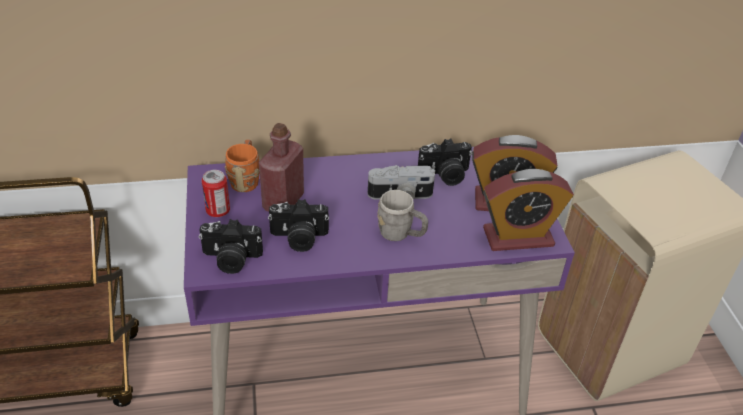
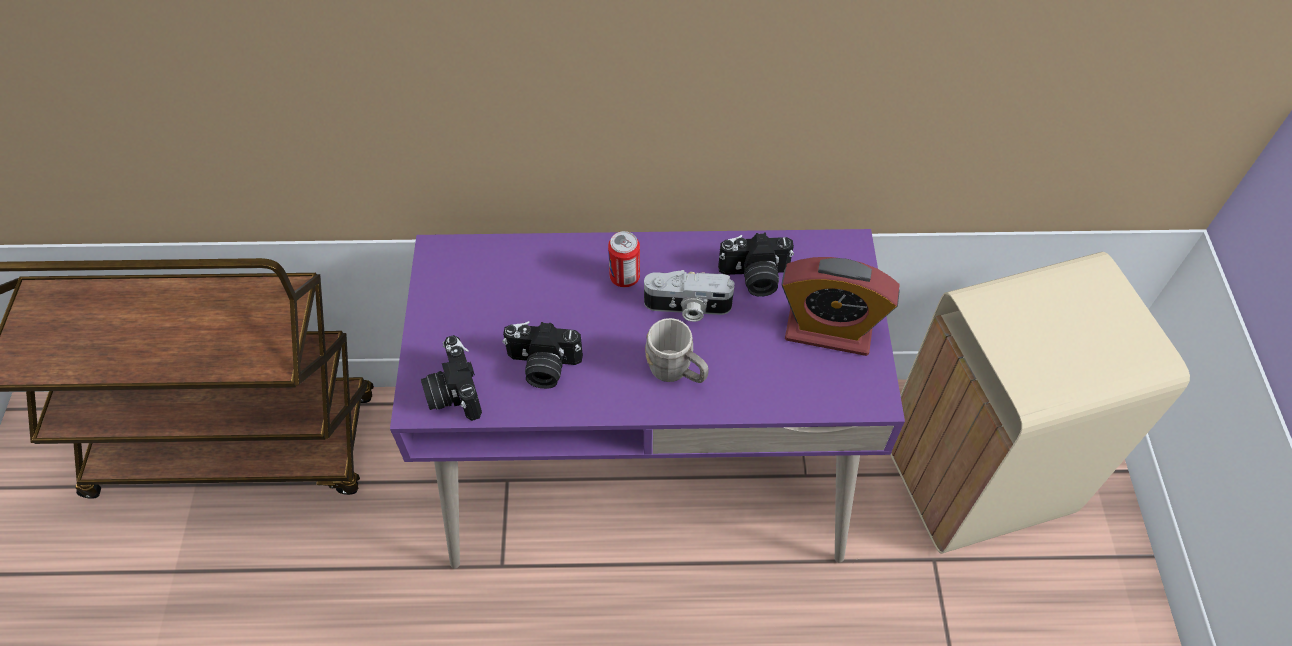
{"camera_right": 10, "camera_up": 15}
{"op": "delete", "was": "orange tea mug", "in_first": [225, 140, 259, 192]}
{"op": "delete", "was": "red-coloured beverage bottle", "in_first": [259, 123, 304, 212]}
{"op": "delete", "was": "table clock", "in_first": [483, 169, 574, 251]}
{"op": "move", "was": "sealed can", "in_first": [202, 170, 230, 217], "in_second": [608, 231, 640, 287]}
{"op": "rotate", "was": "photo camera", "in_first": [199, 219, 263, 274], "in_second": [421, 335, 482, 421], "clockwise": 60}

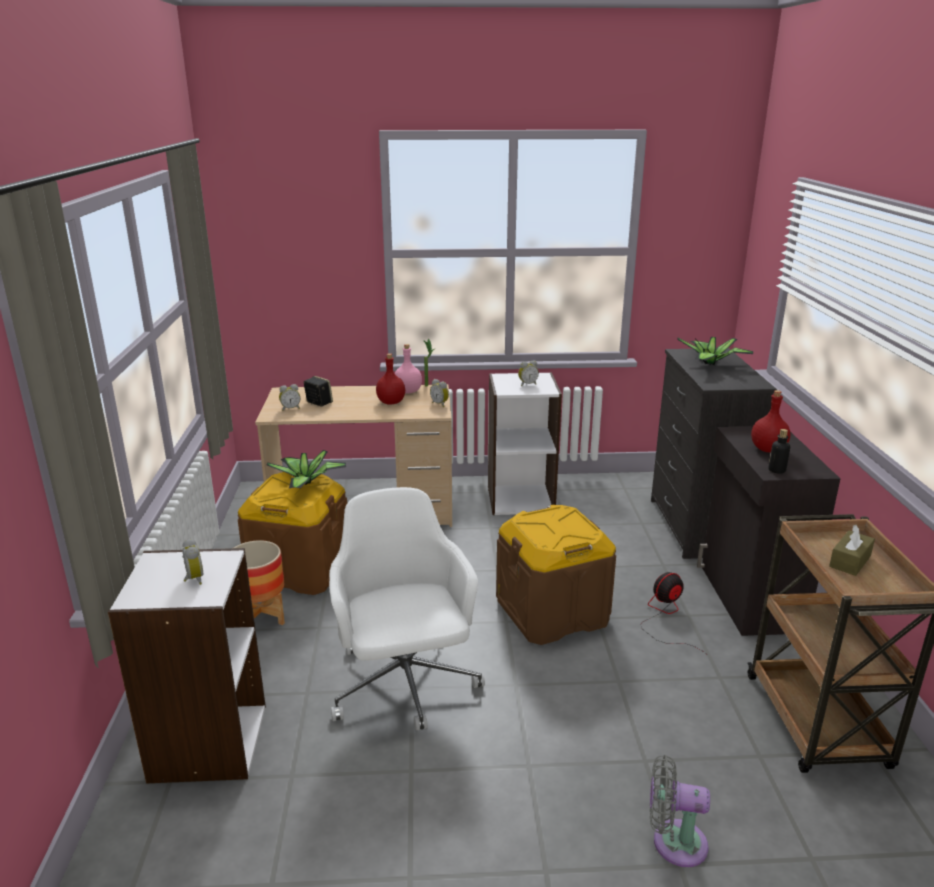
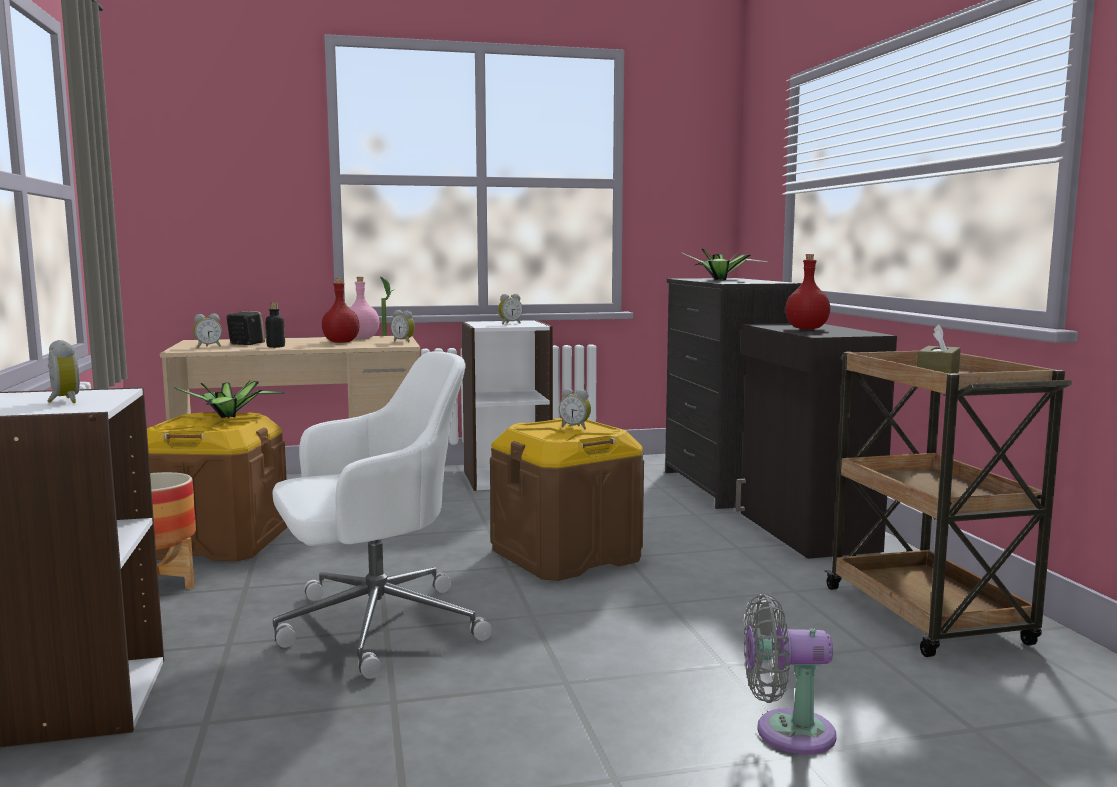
{"camera_right": -10, "camera_up": -15}
{"op": "delete", "was": "cooling fan", "in_first": [641, 572, 706, 654]}
{"op": "insert", "now": "table clock", "in_second": [559, 388, 591, 429]}
{"op": "move", "was": "beverage bottle", "in_first": [768, 429, 790, 474], "in_second": [265, 302, 285, 348]}
{"op": "rotate", "was": "white desk chair", "in_first": [329, 487, 485, 731], "in_second": [272, 351, 492, 679], "clockwise": 90}

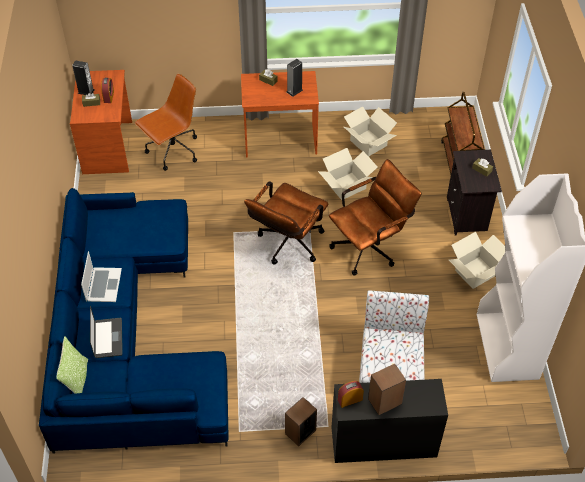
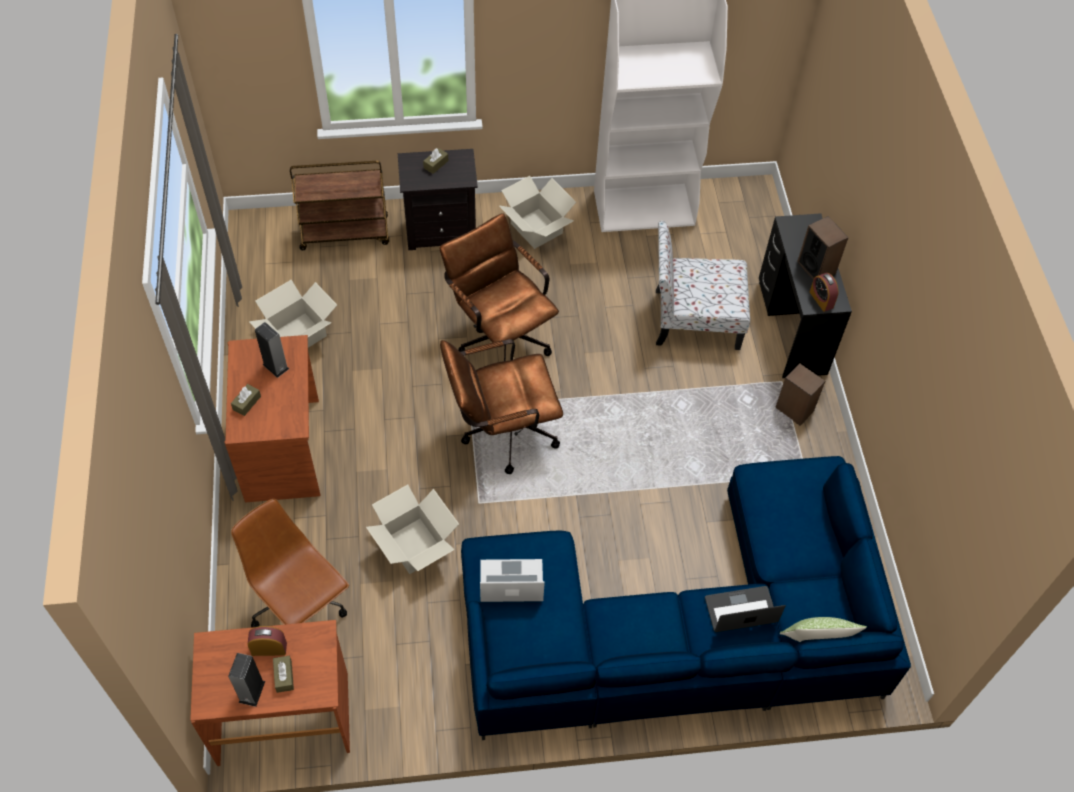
{"camera_right": -95, "camera_up": 5}
{"op": "move", "was": "portable computer", "in_first": [81, 251, 122, 302], "in_second": [480, 559, 545, 602]}
{"op": "move", "was": "cardboard box", "in_first": [318, 148, 378, 200], "in_second": [366, 485, 459, 574]}
{"op": "rotate", "was": "brownish desk chair", "in_first": [244, 181, 328, 265], "in_second": [440, 339, 563, 474], "clockwise": 135}

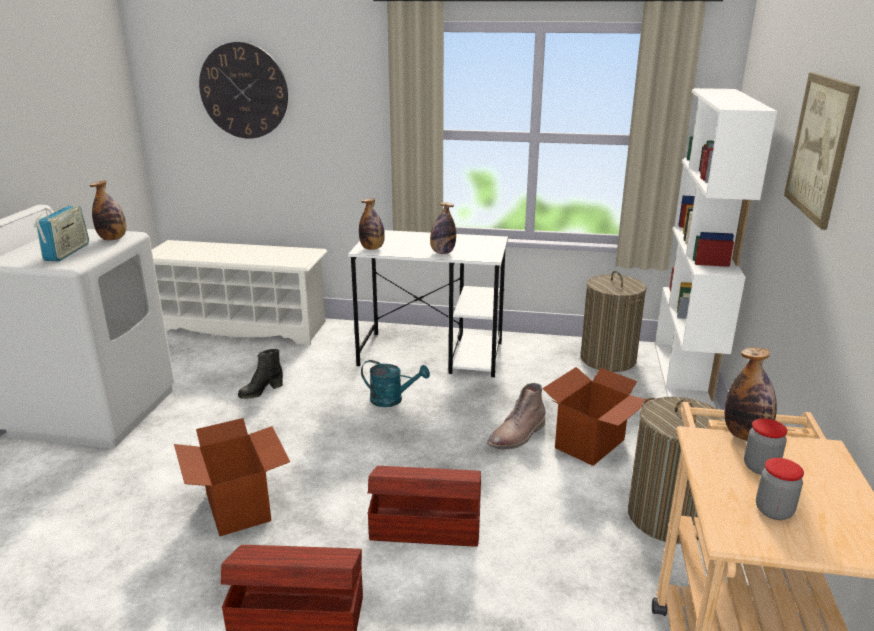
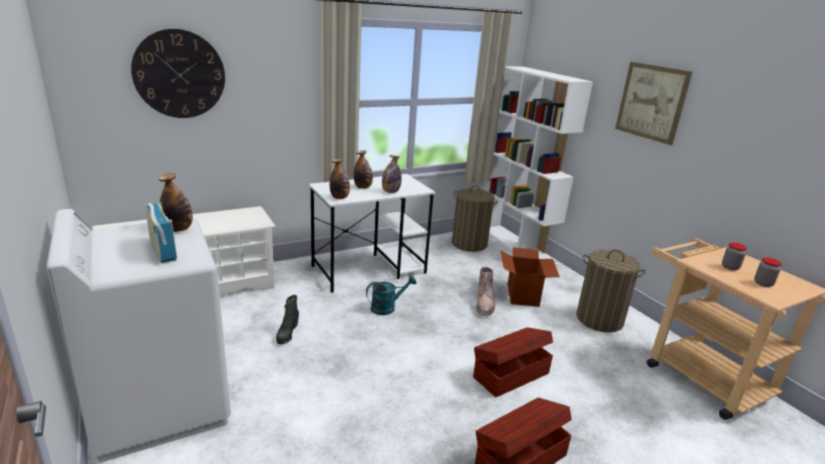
{"camera_right": -40, "camera_up": 0}
{"op": "delete", "was": "cardboard box", "in_first": [174, 418, 290, 536]}
{"op": "move", "was": "beverage bottle", "in_first": [724, 347, 777, 441], "in_second": [354, 150, 373, 189]}

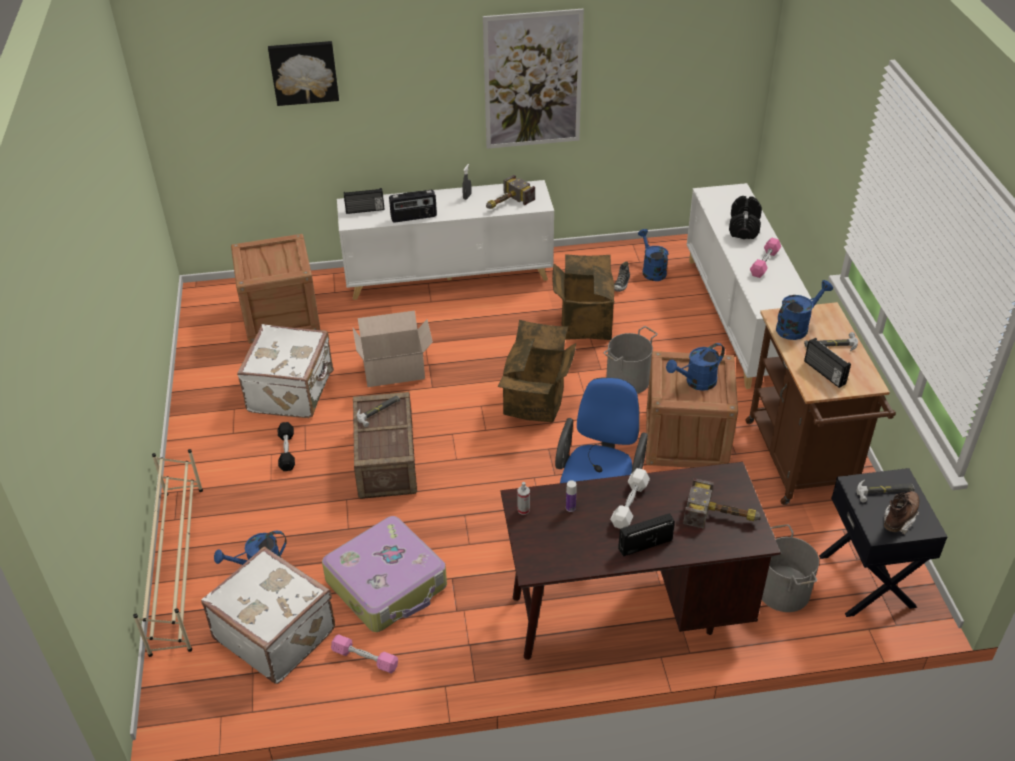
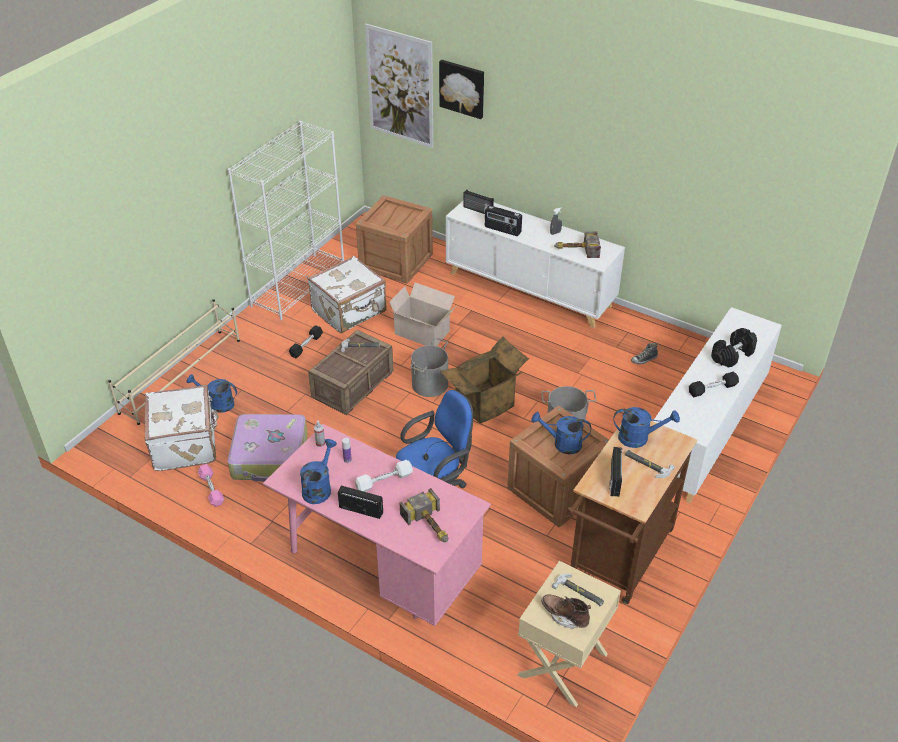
{"camera_right": 40, "camera_up": 0}
{"op": "delete", "was": "cardboard box", "in_first": [552, 254, 615, 340]}
{"op": "insert", "now": "white bookshelf", "in_second": [228, 121, 344, 320]}
{"op": "move", "was": "picture", "in_first": [483, 9, 584, 149], "in_second": [365, 24, 433, 148]}
{"op": "move", "was": "bluish sprinkling can", "in_first": [638, 229, 668, 281], "in_second": [300, 439, 337, 504]}
{"op": "move", "was": "grey water bucket", "in_first": [762, 524, 819, 612], "in_second": [410, 338, 448, 397]}
{"op": "recolor", "was": "brownish desk table", "now": "pinkish desk table", "in_first": [501, 462, 781, 660], "in_second": [263, 424, 491, 626]}
{"op": "recolor", "was": "pinkish free weight", "now": "black-coloured free weight", "in_first": [750, 238, 781, 278], "in_second": [689, 372, 739, 397]}
{"op": "recolor", "was": "black-coloured nightstand", "now": "beige-coloured nightstand", "in_first": [819, 468, 948, 617], "in_second": [518, 561, 621, 707]}
{"op": "rotate", "was": "brownish boot", "in_first": [884, 491, 919, 534], "in_second": [541, 594, 591, 629], "clockwise": -135}

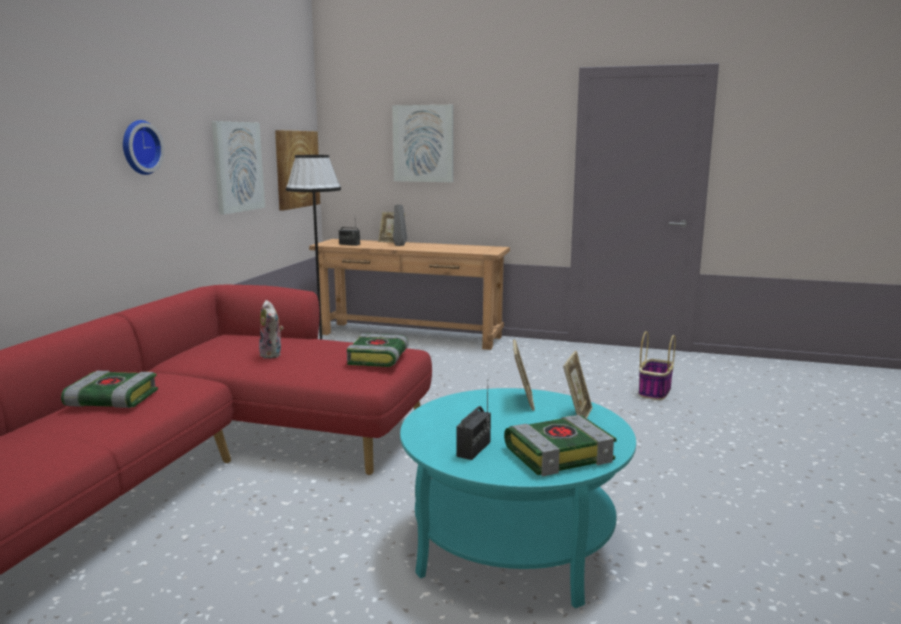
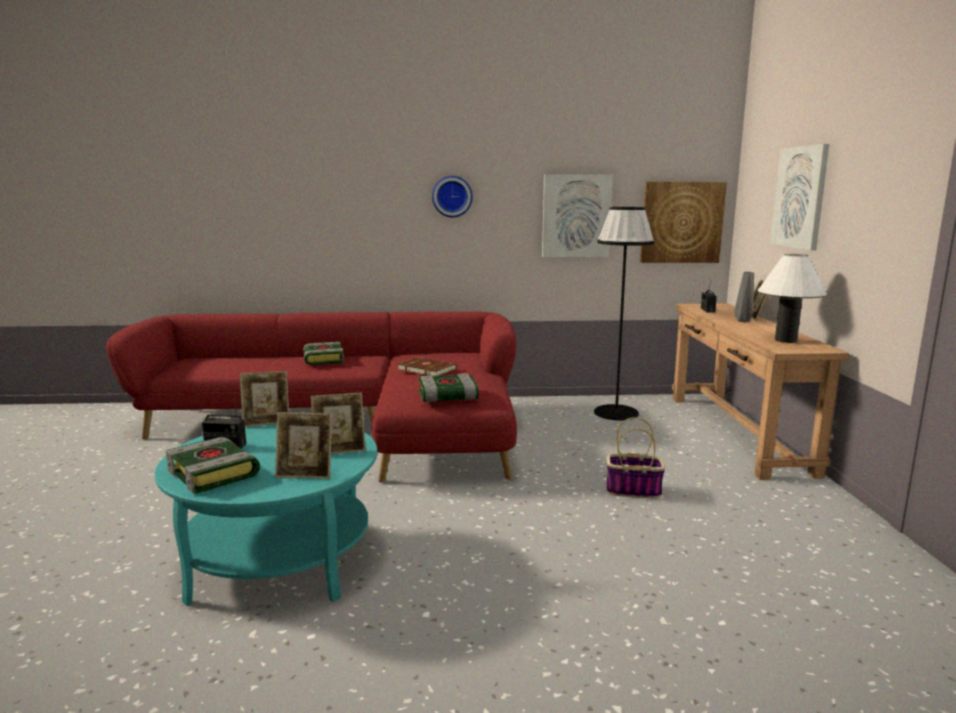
{"camera_right": 70, "camera_up": 0}
{"op": "insert", "now": "picture frame", "in_second": [240, 371, 289, 427]}
{"op": "insert", "now": "white table lamp", "in_second": [757, 254, 827, 343]}
{"op": "move", "was": "household basket", "in_first": [639, 331, 676, 400], "in_second": [606, 417, 665, 498]}
{"op": "replace", "was": "soft toy", "now": "brownish bound book", "in_first": [259, 300, 283, 359], "in_second": [398, 357, 457, 376]}

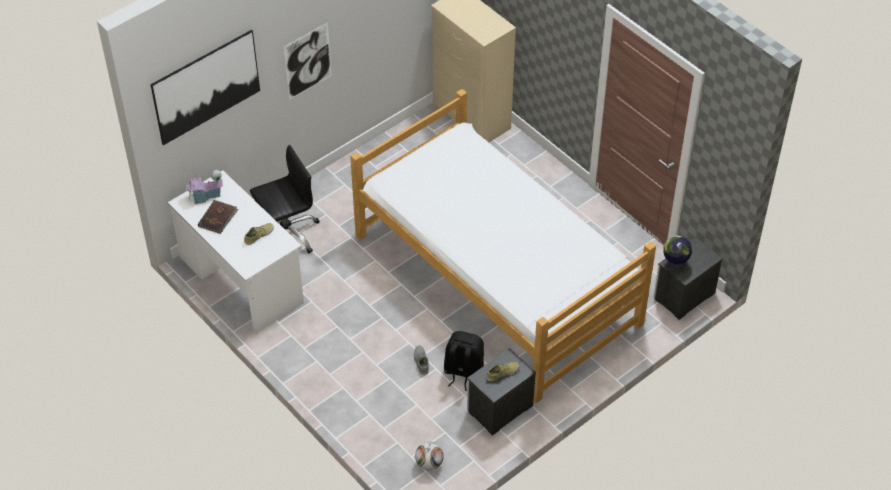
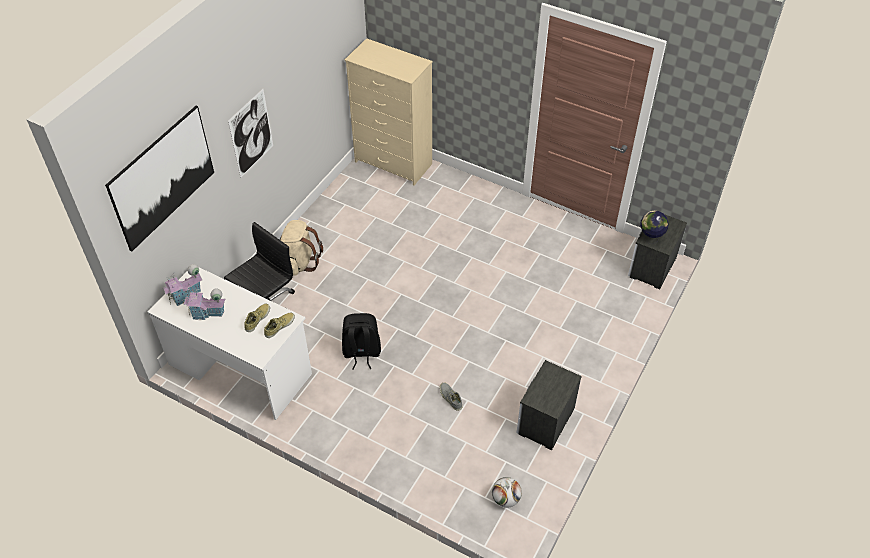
{"camera_right": -20, "camera_up": 0}
{"op": "delete", "was": "bed", "in_first": [350, 89, 656, 403]}
{"op": "insert", "now": "beige-coloured rucksack", "in_second": [280, 220, 323, 276]}
{"op": "move", "was": "black-coloured rucksack", "in_first": [444, 331, 484, 391], "in_second": [342, 313, 381, 370]}
{"op": "move", "was": "beige-coloured low shoe", "in_first": [486, 362, 519, 381], "in_second": [264, 312, 295, 338]}
{"op": "replace", "was": "brownish bound book", "now": "model house", "in_first": [198, 200, 239, 234], "in_second": [184, 288, 225, 321]}

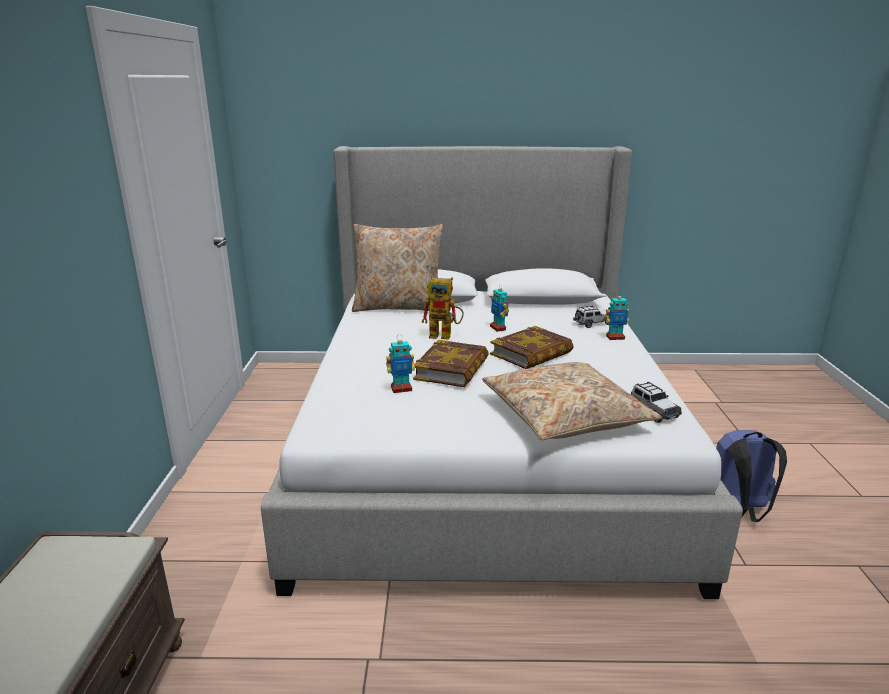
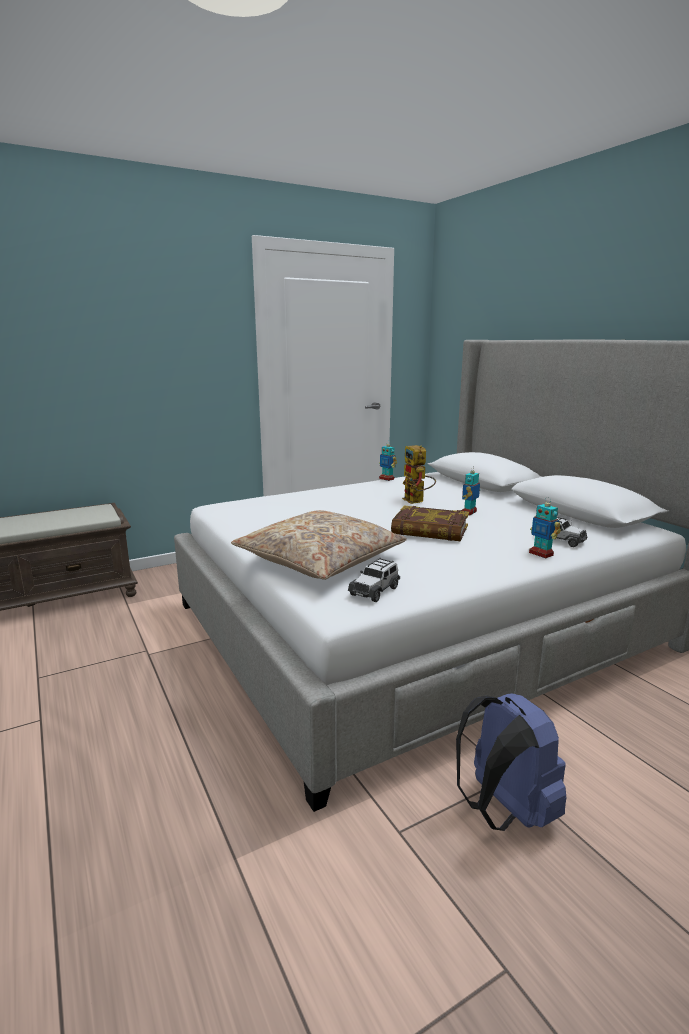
{"camera_right": 60, "camera_up": -5}
{"op": "delete", "was": "beige-coloured throw pillow", "in_first": [352, 224, 443, 312]}
{"op": "delete", "was": "bound book", "in_first": [413, 340, 489, 387]}
{"op": "move", "was": "model robot", "in_first": [386, 338, 415, 393], "in_second": [379, 444, 397, 481]}

